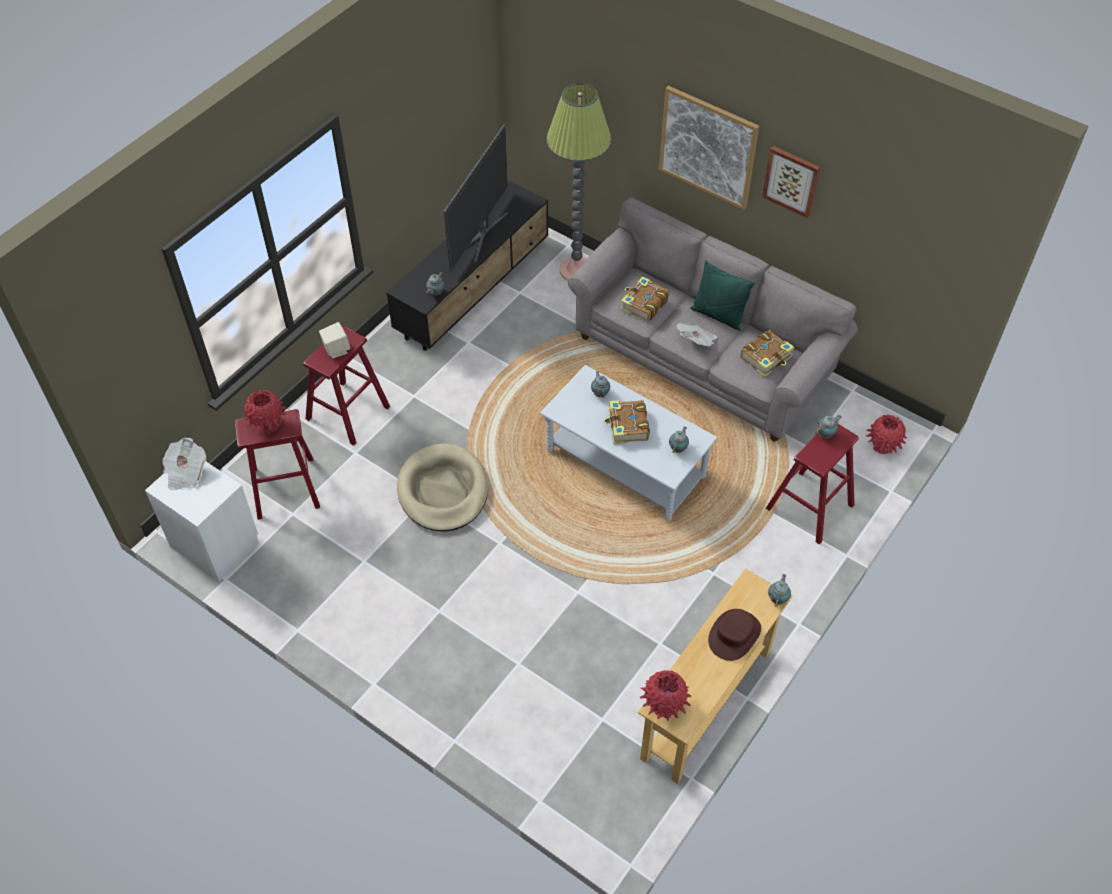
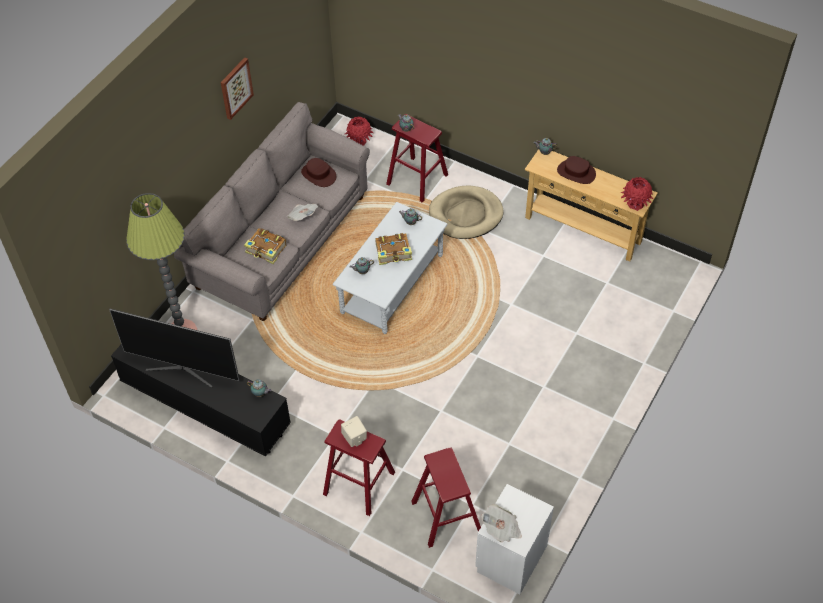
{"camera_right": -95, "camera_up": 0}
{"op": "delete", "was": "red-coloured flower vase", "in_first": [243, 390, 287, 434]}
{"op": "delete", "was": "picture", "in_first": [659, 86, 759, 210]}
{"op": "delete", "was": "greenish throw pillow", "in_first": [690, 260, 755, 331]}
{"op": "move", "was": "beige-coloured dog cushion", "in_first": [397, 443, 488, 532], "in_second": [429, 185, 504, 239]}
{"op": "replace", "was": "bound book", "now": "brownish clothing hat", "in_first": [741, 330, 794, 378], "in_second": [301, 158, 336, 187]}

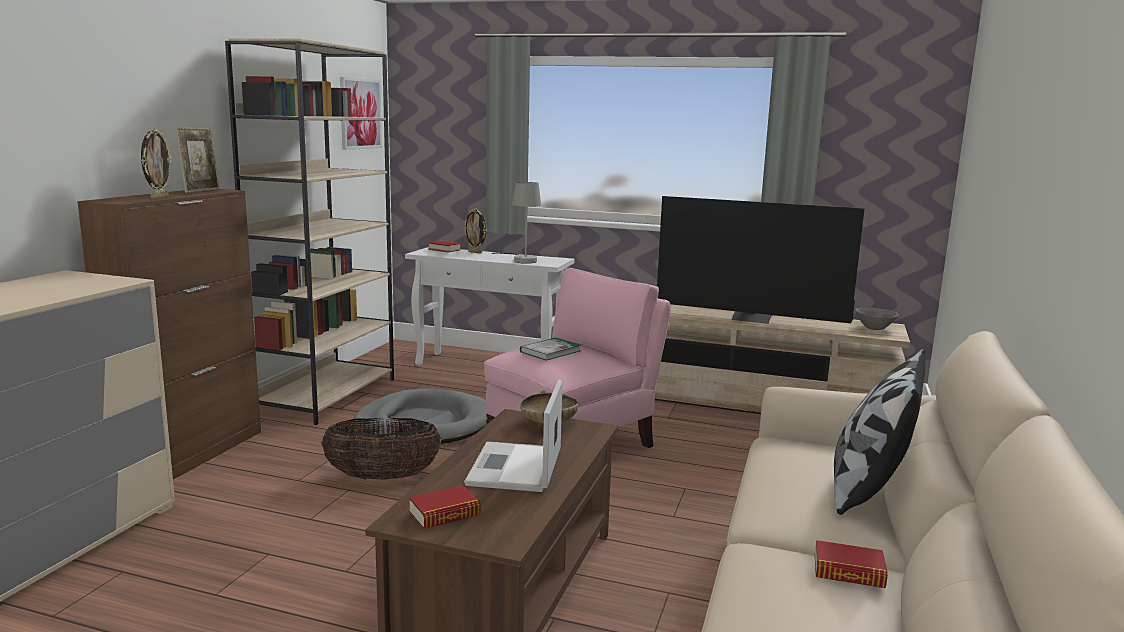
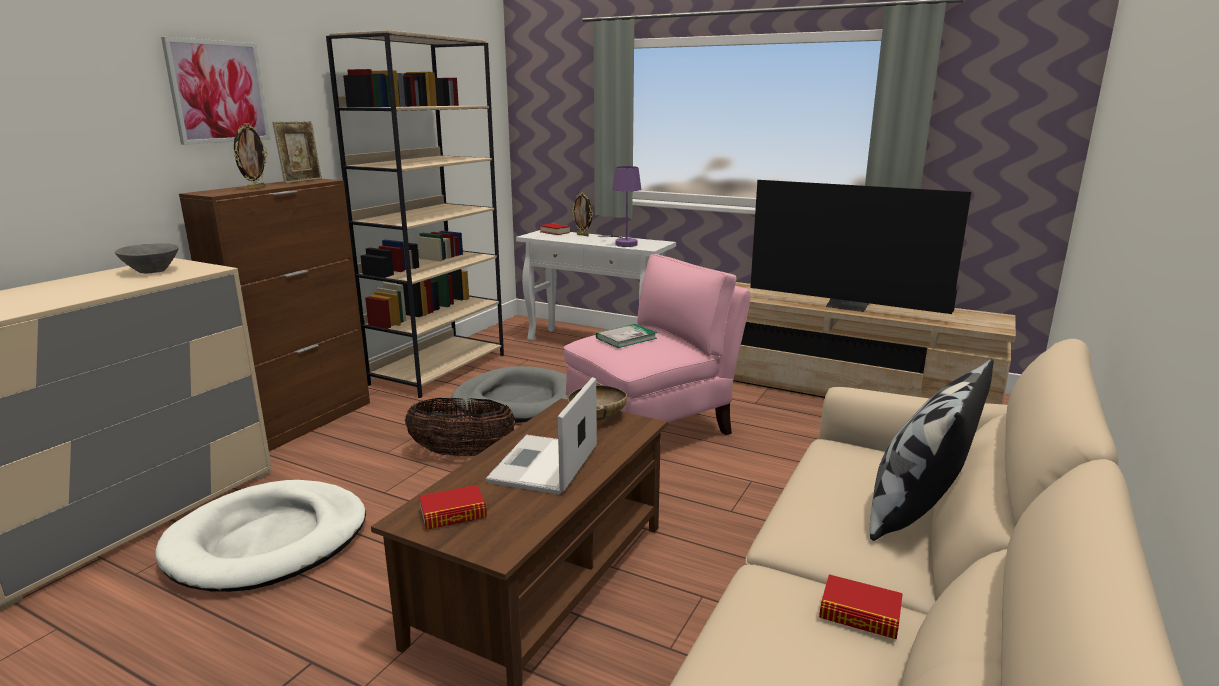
{"camera_right": 10, "camera_up": 5}
{"op": "insert", "now": "white dog cushion", "in_second": [155, 480, 366, 592]}
{"op": "move", "was": "picture", "in_first": [340, 77, 382, 150], "in_second": [161, 37, 270, 145]}
{"op": "move", "was": "grey bowl", "in_first": [855, 308, 899, 330], "in_second": [115, 243, 179, 273]}
{"op": "recolor", "was": "grey table lamp", "now": "purplish table lamp", "in_first": [492, 182, 541, 264], "in_second": [598, 166, 641, 247]}

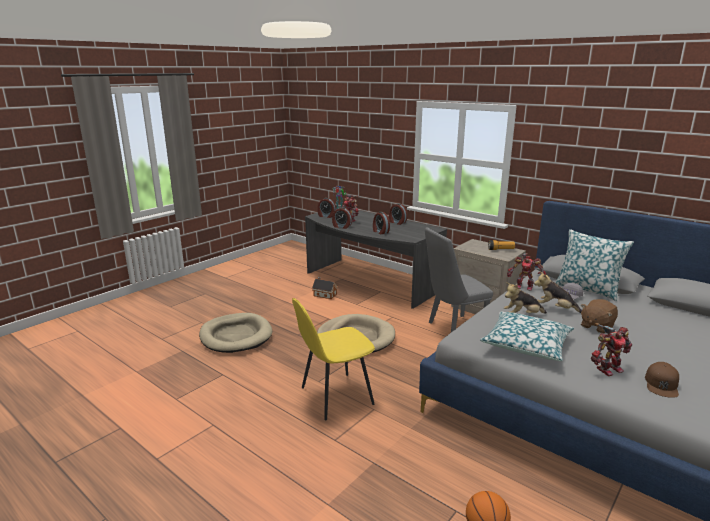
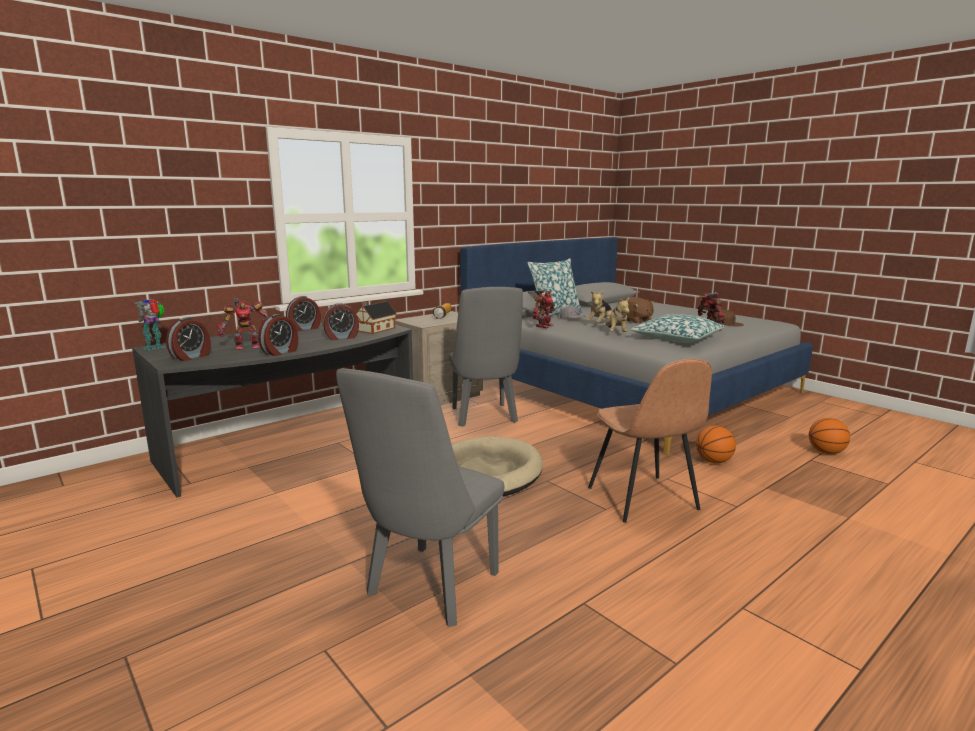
{"camera_right": -80, "camera_up": -5}
{"op": "insert", "now": "basketball", "in_second": [696, 426, 736, 464]}
{"op": "move", "was": "model house", "in_first": [312, 277, 338, 299], "in_second": [356, 301, 397, 334]}
{"op": "replace", "was": "beige-coloured dog cushion", "now": "grey chair", "in_first": [199, 313, 272, 353], "in_second": [336, 368, 504, 627]}
{"op": "recolor", "was": "yellow-coloured chair", "now": "brownish chair", "in_first": [292, 298, 375, 420], "in_second": [588, 359, 712, 523]}

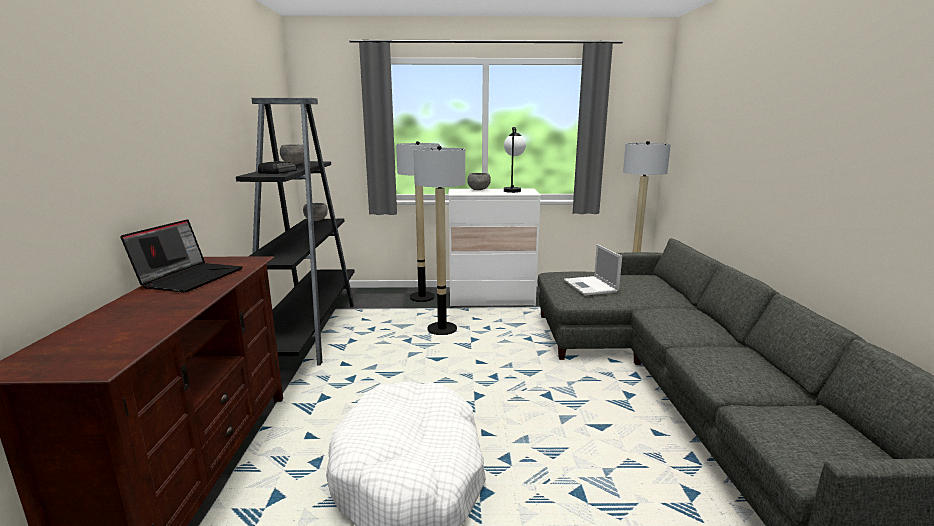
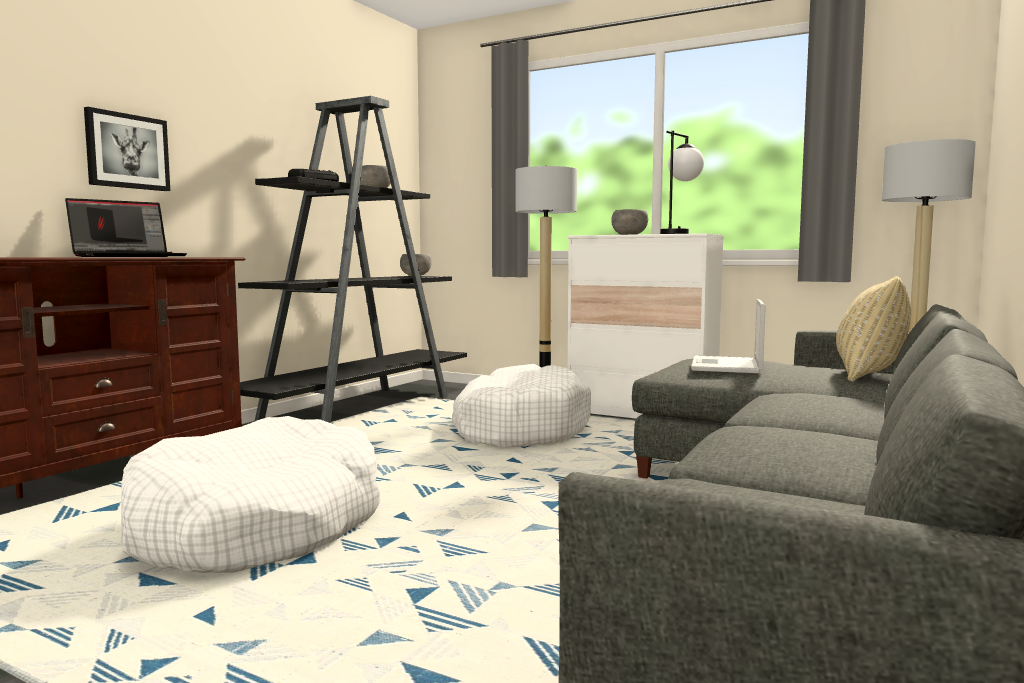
{"camera_right": 30, "camera_up": -10}
{"op": "insert", "now": "picture", "in_second": [84, 107, 170, 191]}
{"op": "insert", "now": "beige-coloured throw pillow", "in_second": [836, 276, 911, 382]}
{"op": "replace", "was": "standard lamp", "now": "white dog cushion", "in_first": [413, 146, 465, 335], "in_second": [452, 364, 591, 447]}

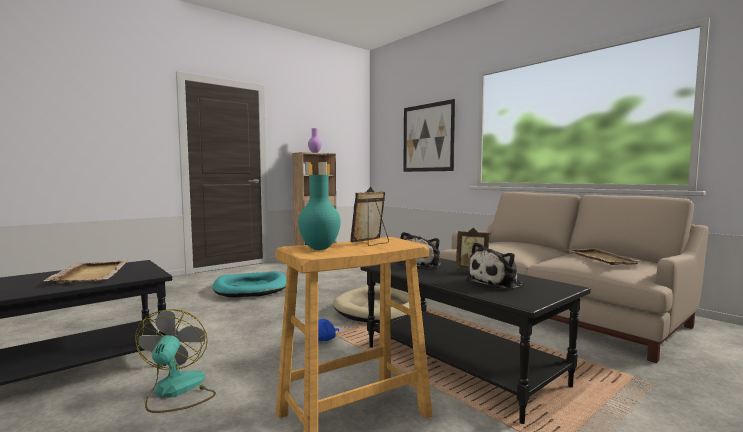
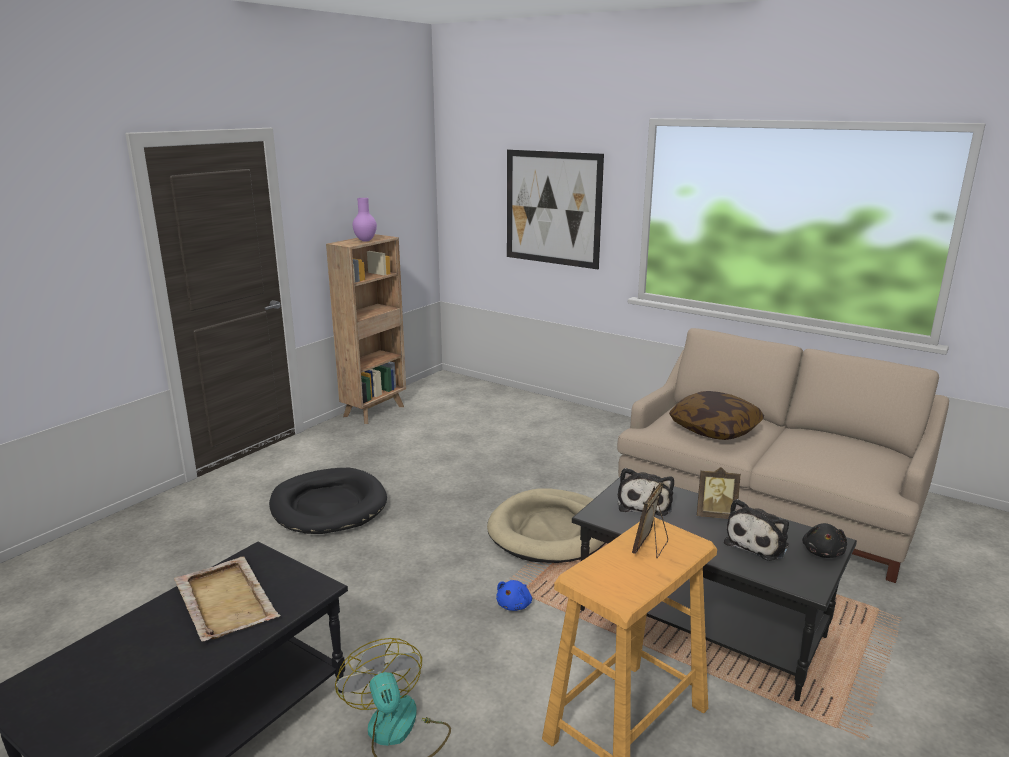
{"camera_right": -15, "camera_up": 15}
{"op": "delete", "was": "turquoise-coloured flower vase", "in_first": [298, 175, 341, 250]}
{"op": "delete", "was": "beige-coloured tray", "in_first": [564, 248, 644, 265]}
{"op": "insert", "now": "throw pillow", "in_second": [669, 391, 764, 440]}
{"op": "insert", "now": "black-coloured soft toy", "in_second": [802, 523, 847, 558]}
{"op": "recolor", "was": "turquoise-coloured dog cushion", "now": "black-coloured dog cushion", "in_first": [213, 271, 286, 297], "in_second": [269, 468, 387, 534]}

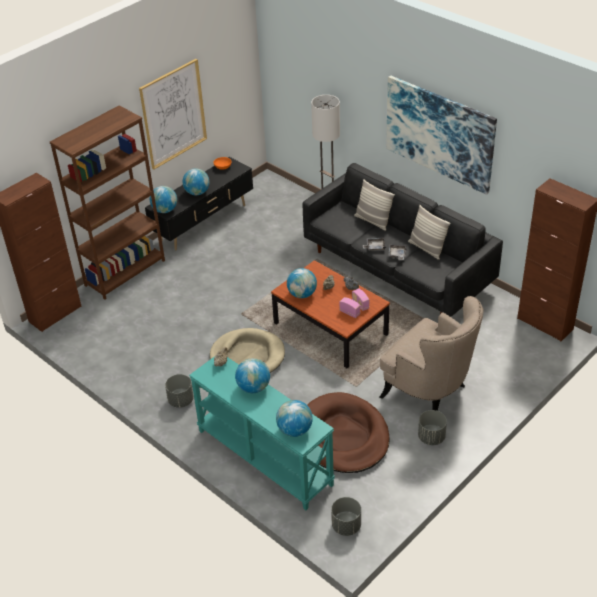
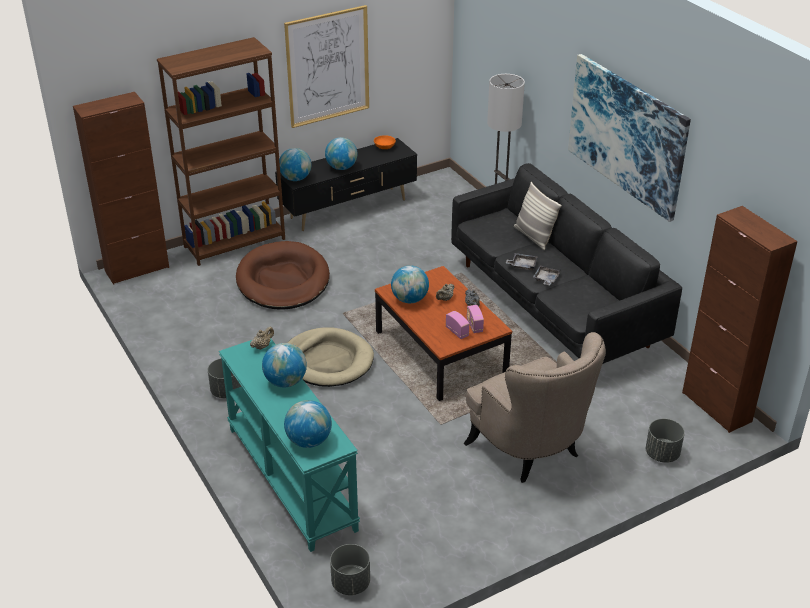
{"camera_right": 15, "camera_up": -5}
{"op": "delete", "was": "throw pillow", "in_first": [408, 205, 451, 260]}
{"op": "move", "was": "brownish dog cushion", "in_first": [307, 392, 390, 473], "in_second": [236, 241, 330, 309]}
{"op": "move", "was": "grey plant pot", "in_first": [418, 410, 447, 445], "in_second": [646, 419, 685, 463]}

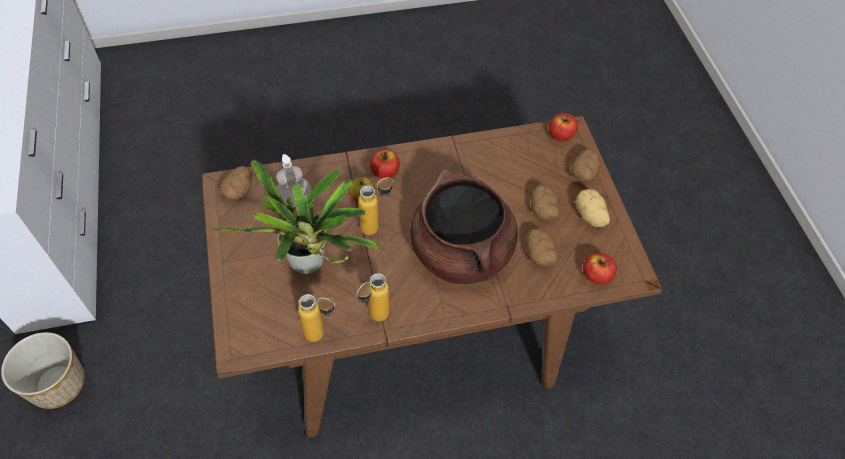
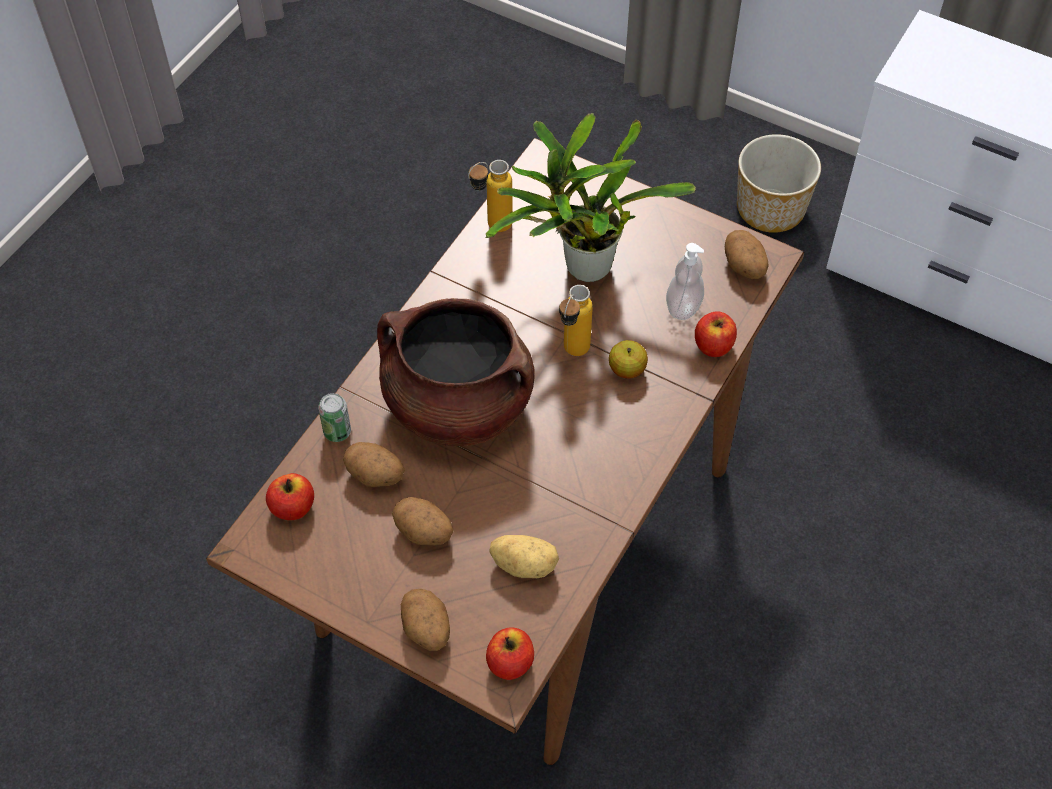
{"camera_right": 135, "camera_up": 0}
{"op": "delete", "was": "beverage bottle", "in_first": [355, 273, 389, 321]}
{"op": "insert", "now": "sealed can", "in_second": [318, 393, 351, 442]}
{"op": "move", "was": "apple", "in_first": [370, 150, 400, 179], "in_second": [695, 311, 737, 357]}
{"op": "move", "was": "spud", "in_first": [576, 189, 610, 227], "in_second": [490, 535, 559, 578]}

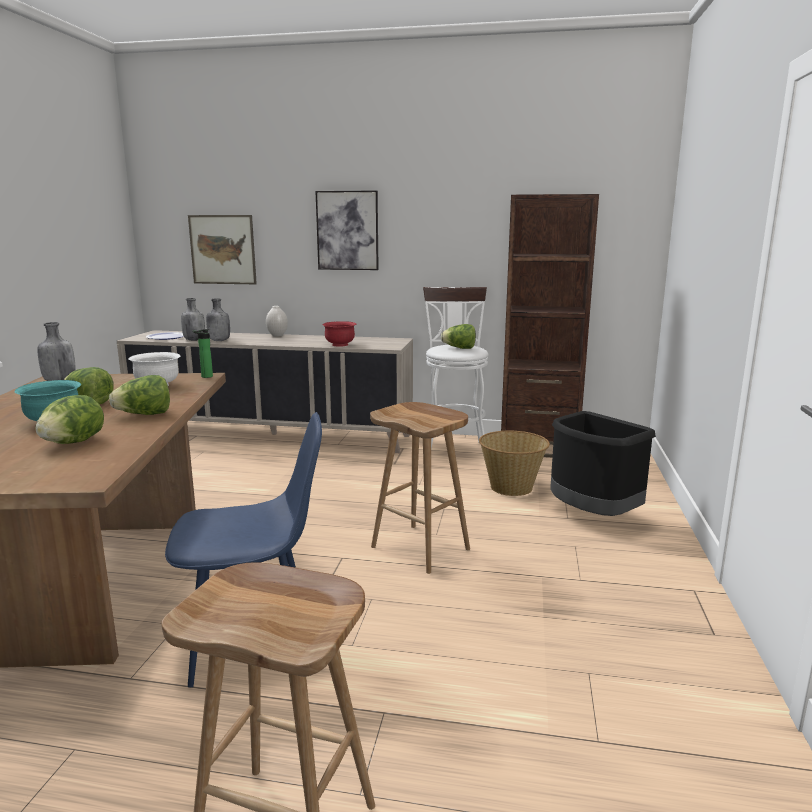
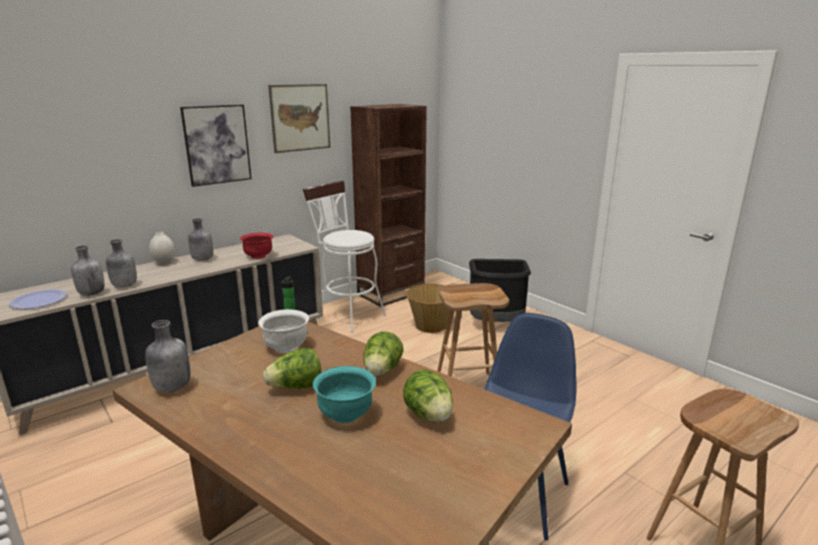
{"camera_right": -50, "camera_up": 5}
{"op": "delete", "was": "lettuce", "in_first": [441, 324, 476, 349]}
{"op": "insert", "now": "grey beverage bottle", "in_second": [188, 218, 213, 261]}
{"op": "move", "was": "picture", "in_first": [188, 215, 257, 284], "in_second": [268, 84, 330, 153]}

